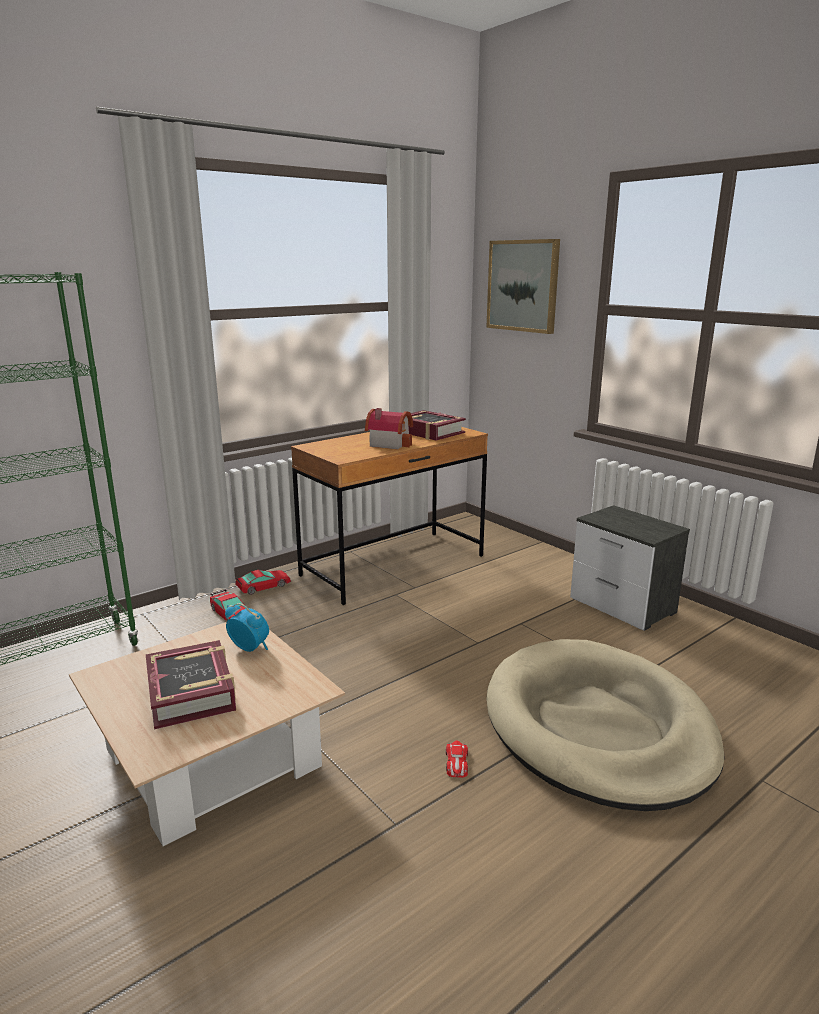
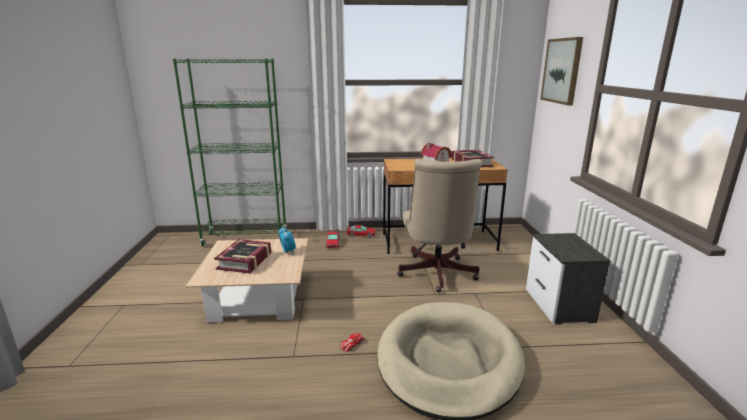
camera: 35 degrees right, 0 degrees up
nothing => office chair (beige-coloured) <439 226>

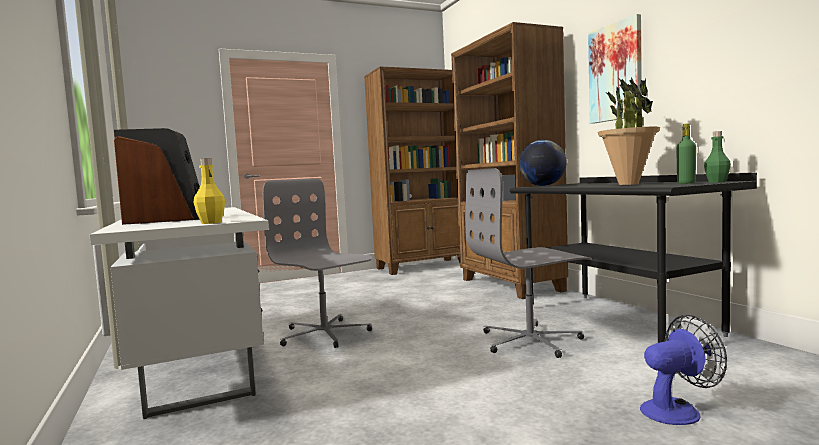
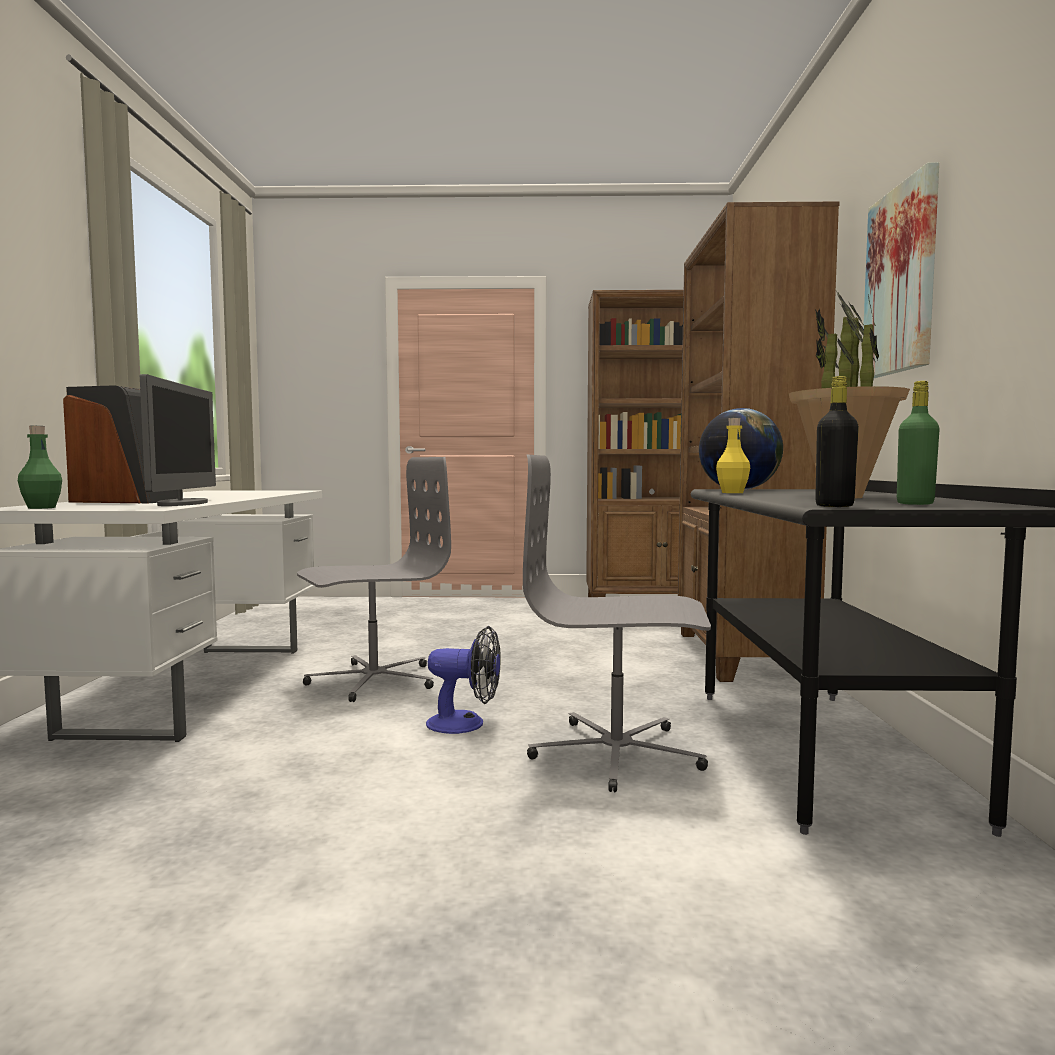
camera: 25 degrees right, 0 degrees up
beverage bottle (yellow) <209 191> => beverage bottle (yellow) <733 455>, moved
office chair (greyish) <317 263> => office chair (greyish) <374 579>, 75 degrees clockwise
cooling fan <683 370> => cooling fan <463 680>, moved
beverage bottle (greenish) <717 157> => beverage bottle (greenish) <40 467>, moved
nothing => computer display <178 440>
nothing => beverage bottle (black-coloured) <837 441>

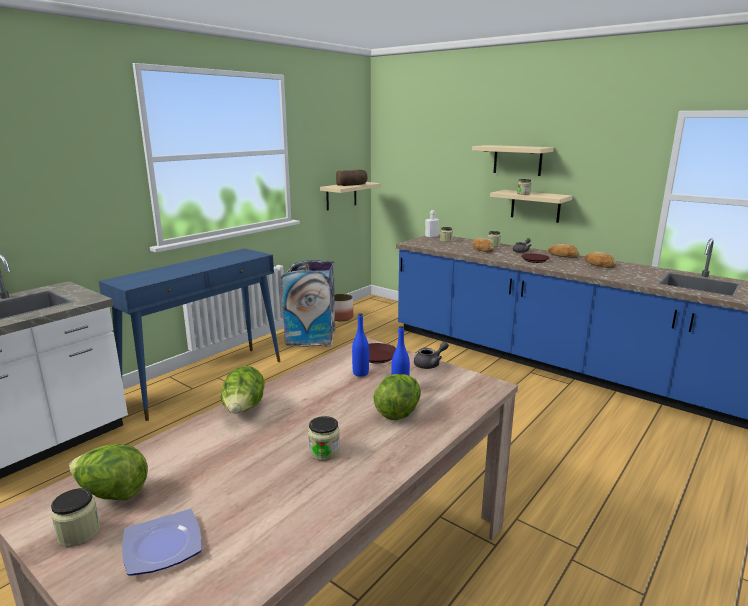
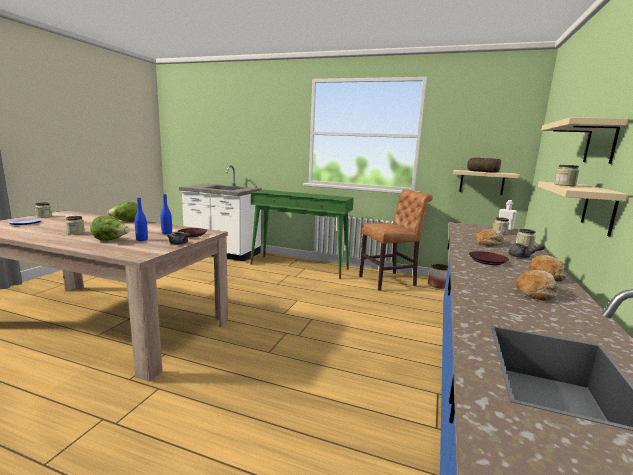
camera: 70 degrees right, 5 degrees down
lettuce head <108 472> => nothing
console table (blue) <189 334> => console table (greenish) <302 234>
waste bin <308 303> => chair (brownish) <396 240>

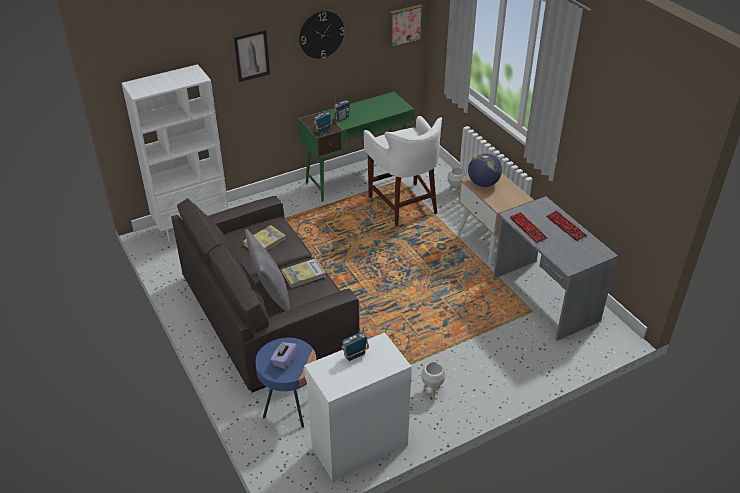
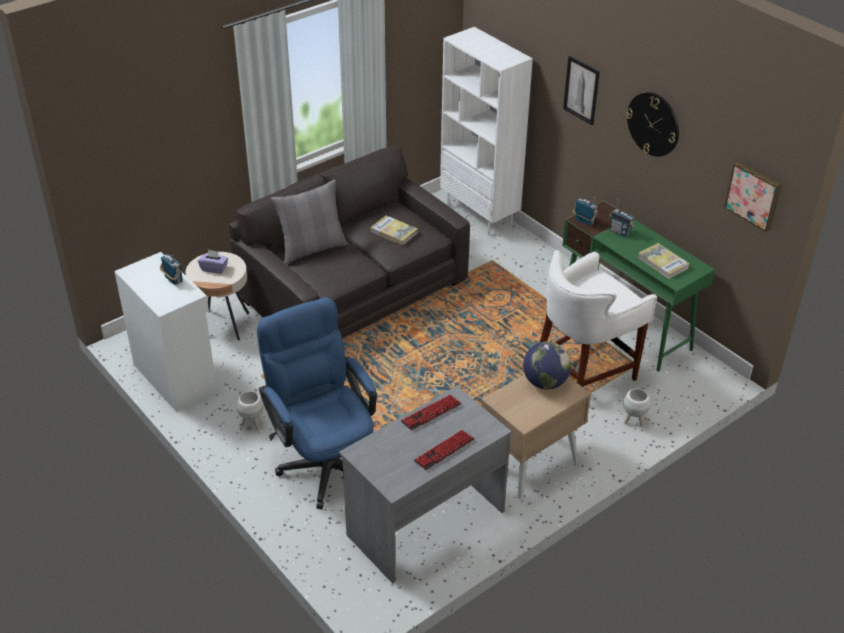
camera: 80 degrees right, 0 degrees up
end table (blue) <285 383> => end table (beige-coloured) <217 296>
bound book <304 273> => bound book <663 261>, moved
nothing => office chair (blue) <317 403>

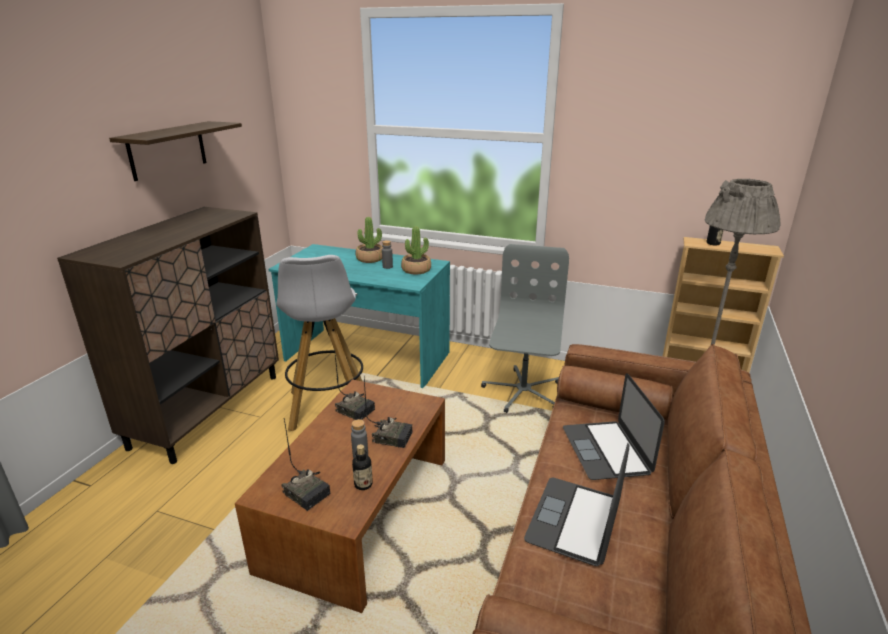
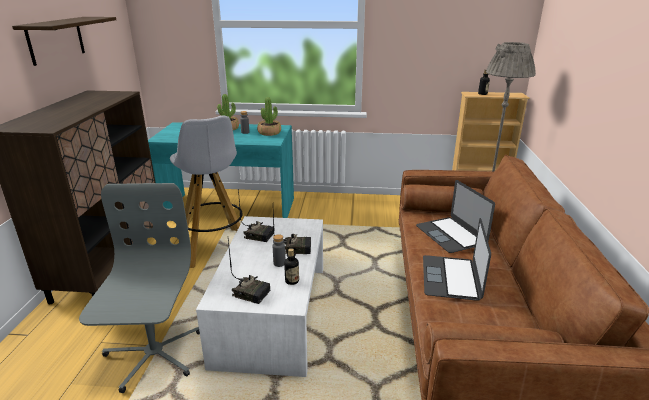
camera: 15 degrees left, 0 degrees up
low table (brownish) <340 496> => low table (white-coloured) <259 296>
office chair (greyish) <525 328> => office chair (greyish) <139 288>, moved

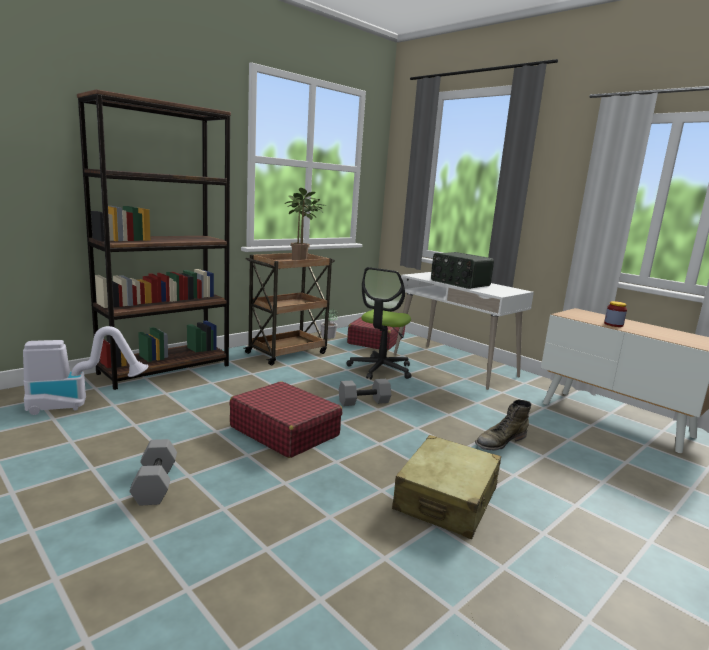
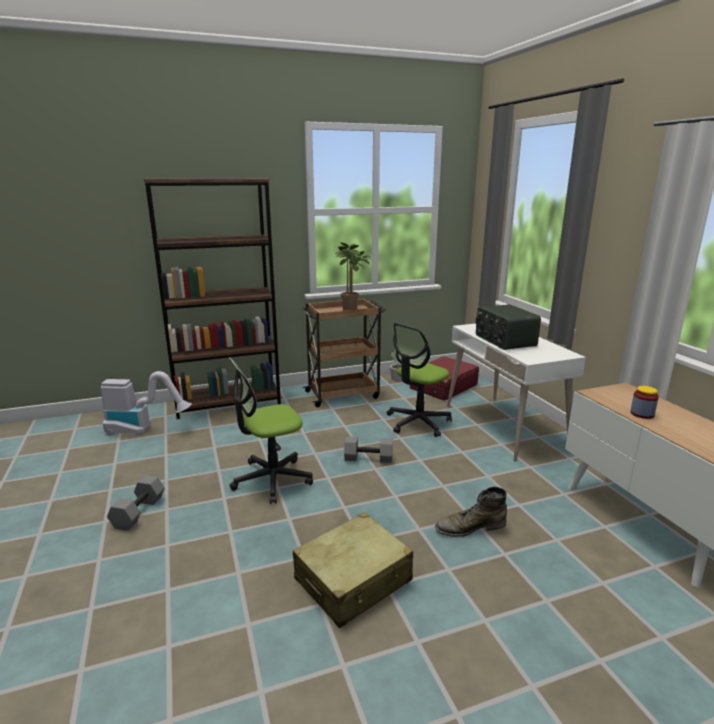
camera: 25 degrees right, 5 degrees up
piece of luggage (reddish) <285 419> => office chair <271 430>

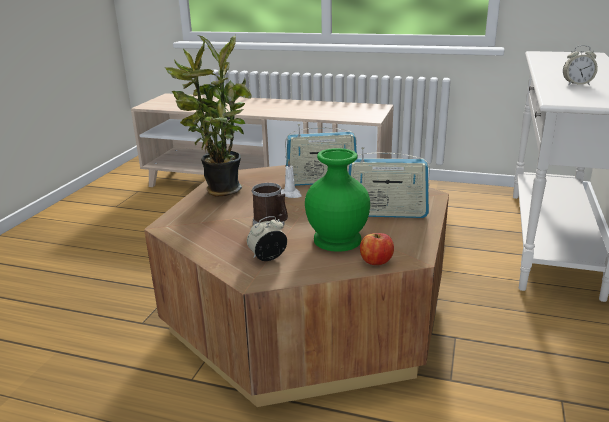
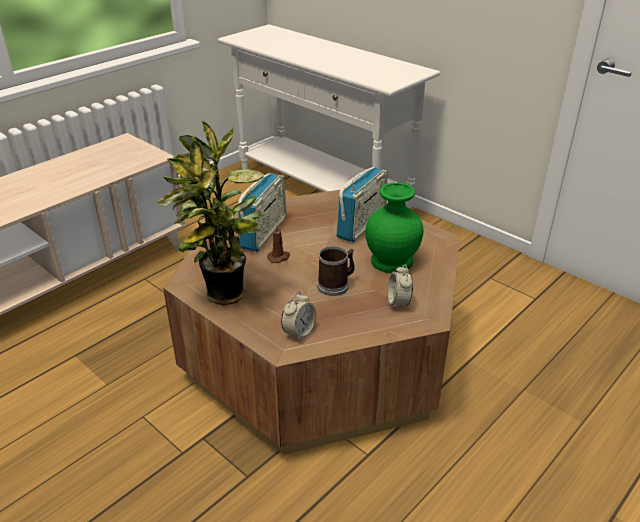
camera: 65 degrees left, 10 degrees up
candle (white-coloured) <291 179> => candle (brownish) <278 244>
whole apple <377 249> => nothing
table clock <580 65> => table clock <298 316>, moved

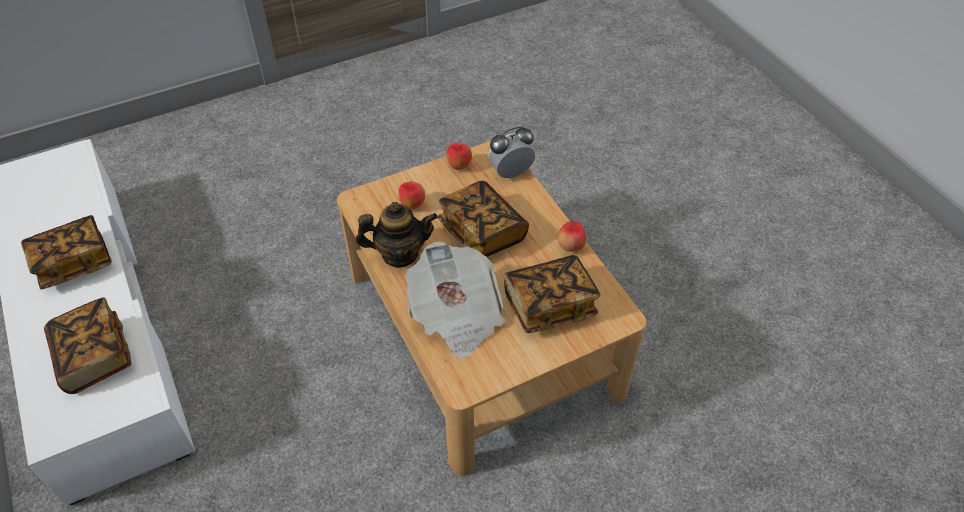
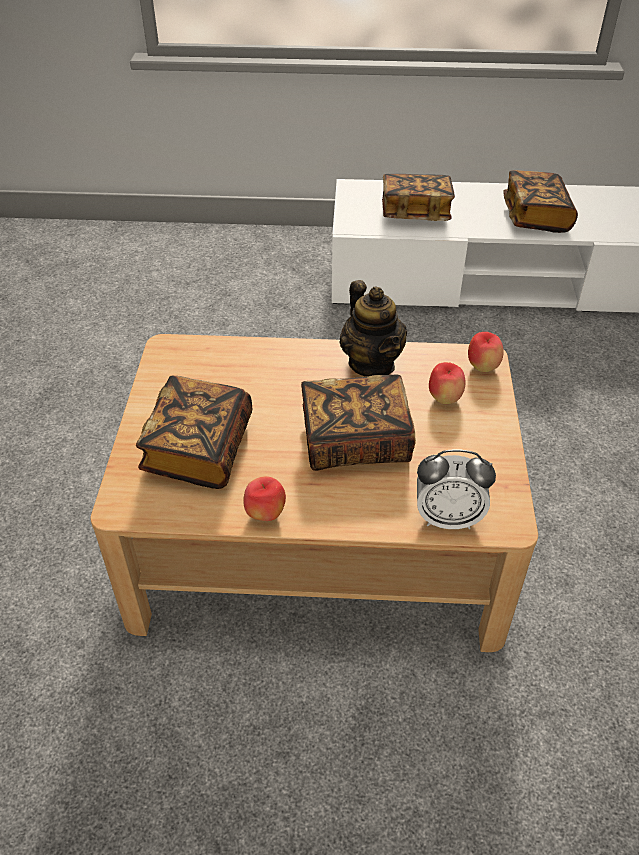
camera: 120 degrees right, 5 degrees down
teapot <397 235> => teapot <373 328>, 45 degrees counterclockwise
printed paper <455 299> => nothing
whole apple <459 156> => whole apple <486 352>, moved
table clock <511 152> => table clock <456 489>, 90 degrees clockwise

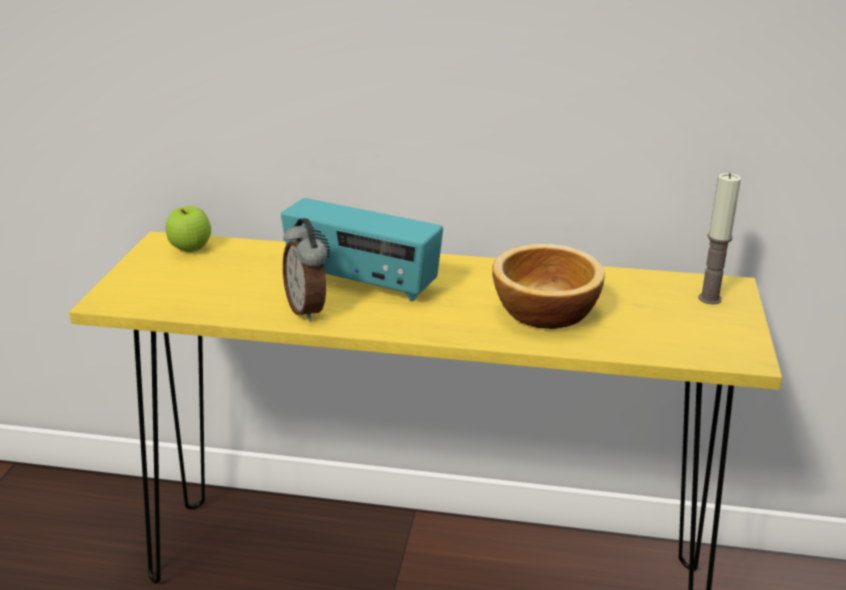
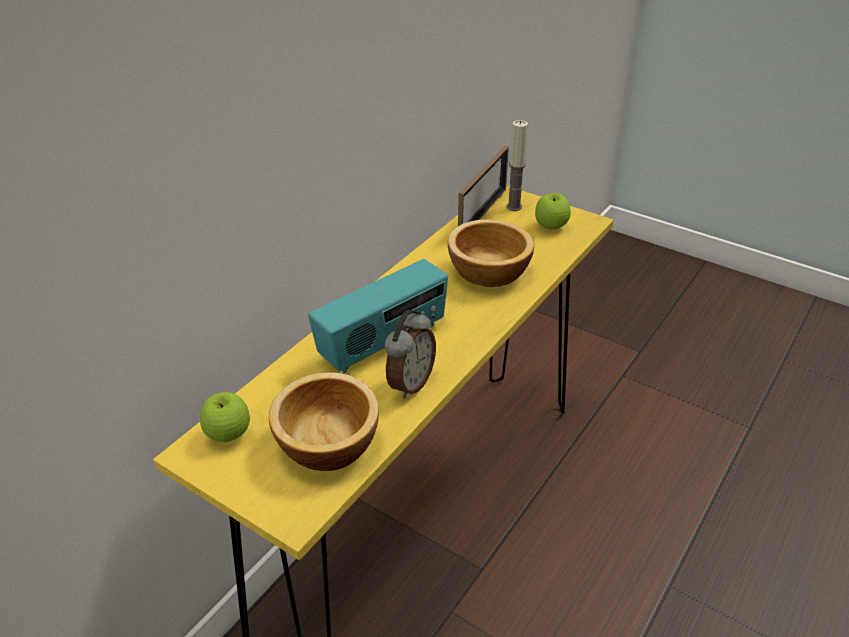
camera: 65 degrees left, 10 degrees up
table clock <305 270> => table clock <410 354>, 60 degrees counterclockwise
nothing => deep dish <324 421>
nothing => standing frame <483 186>
nothing => whole apple <553 211>

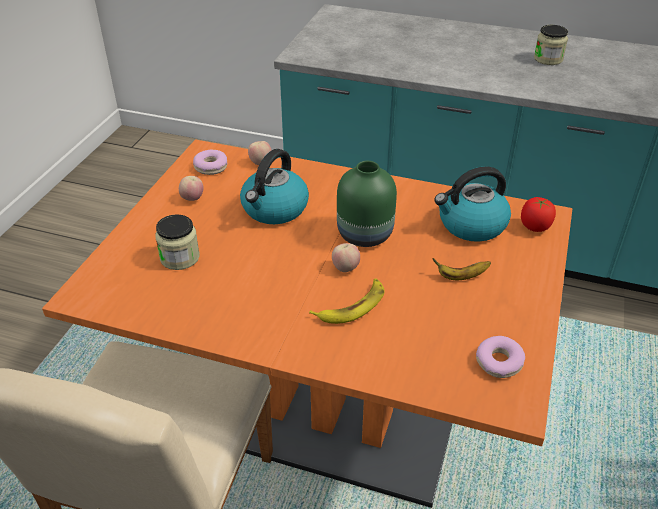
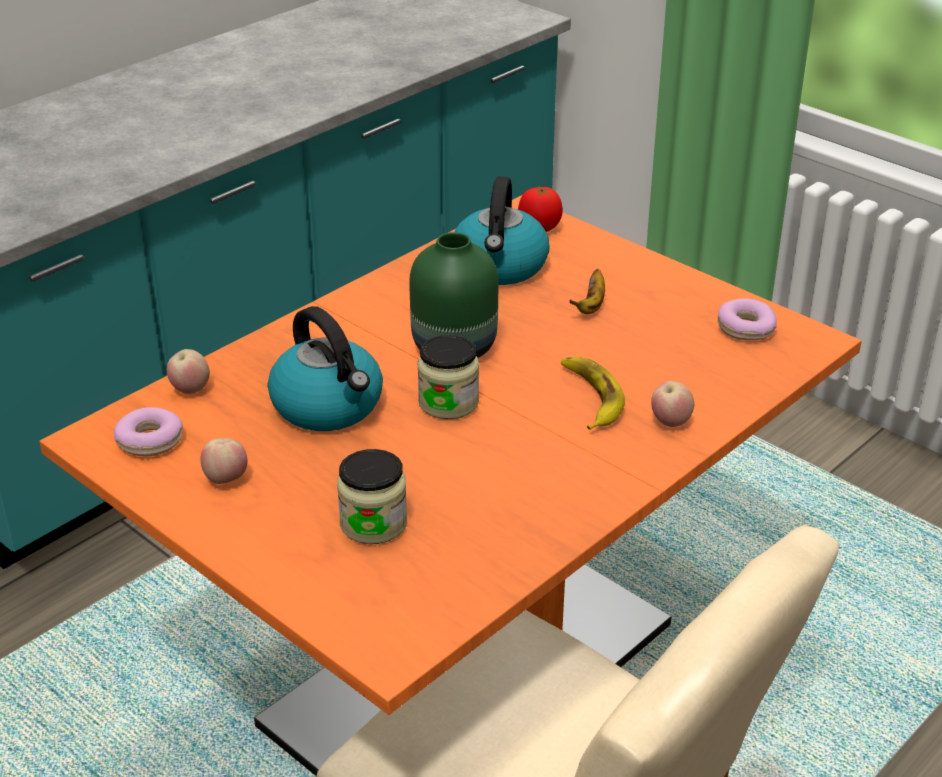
camera: 65 degrees left, 5 degrees down
whole apple <346 257> => whole apple <672 404>, moved
preserve jar <551 45> => preserve jar <448 377>, moved

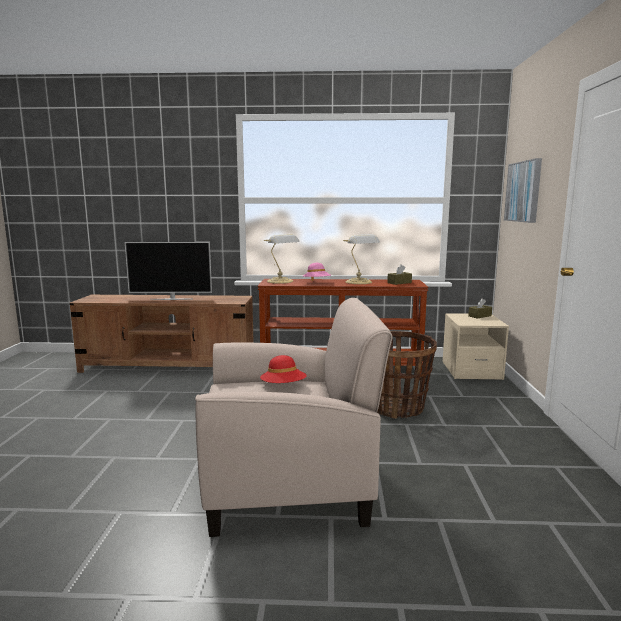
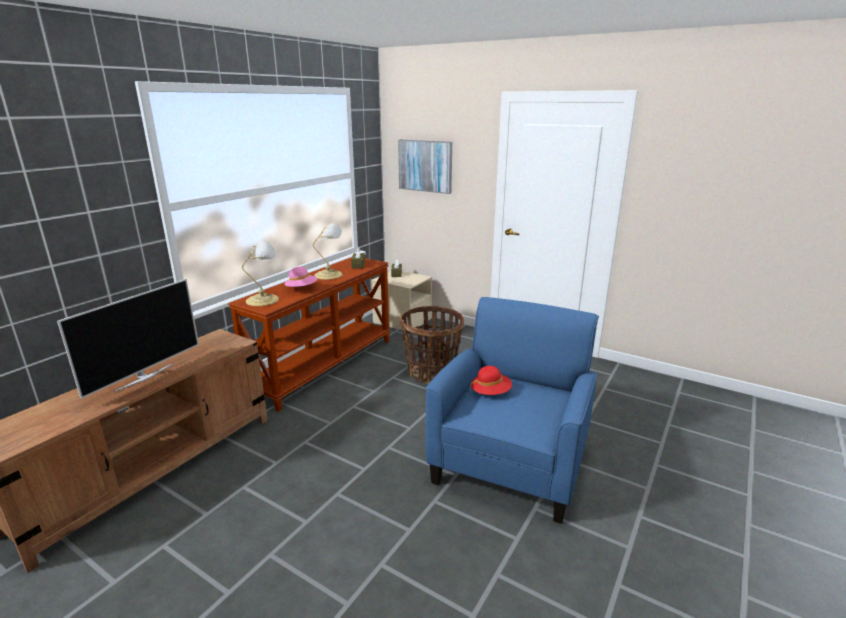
camera: 60 degrees left, 10 degrees up
lounge chair (beige-coloured) <293 417> => lounge chair (blue) <512 410>

